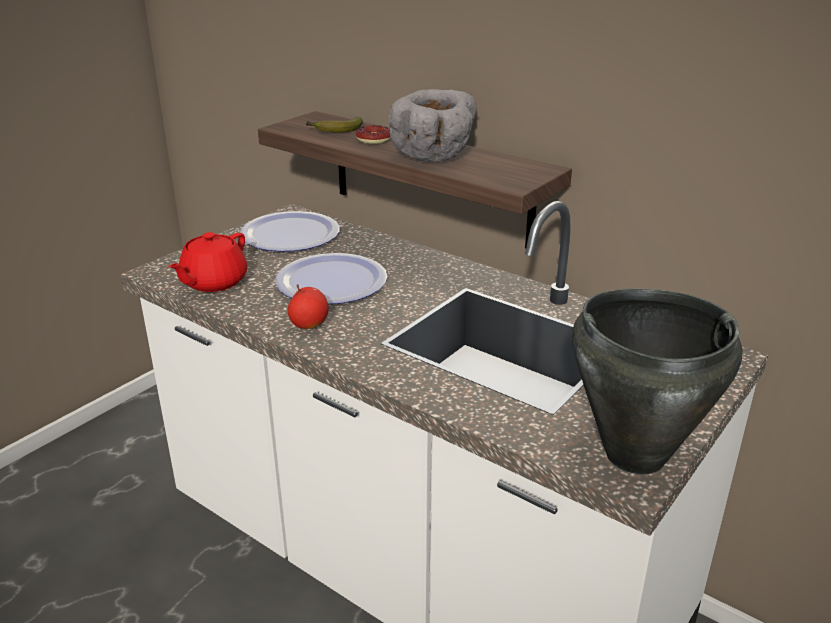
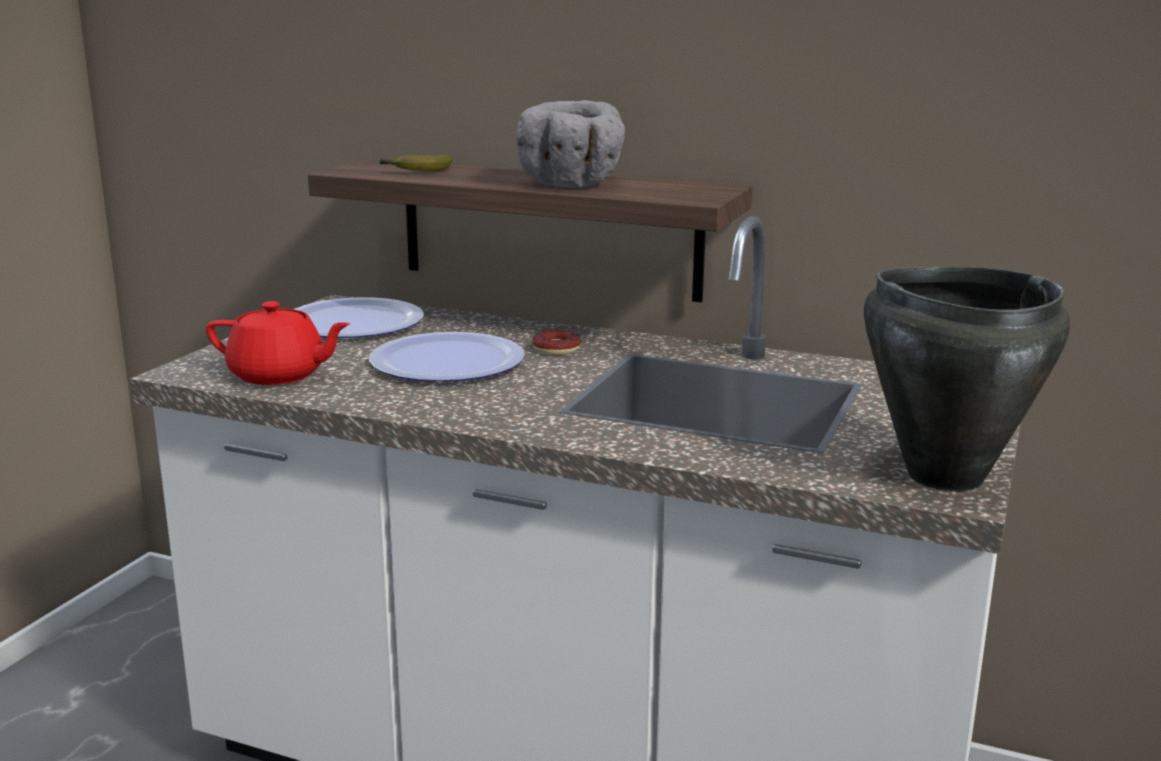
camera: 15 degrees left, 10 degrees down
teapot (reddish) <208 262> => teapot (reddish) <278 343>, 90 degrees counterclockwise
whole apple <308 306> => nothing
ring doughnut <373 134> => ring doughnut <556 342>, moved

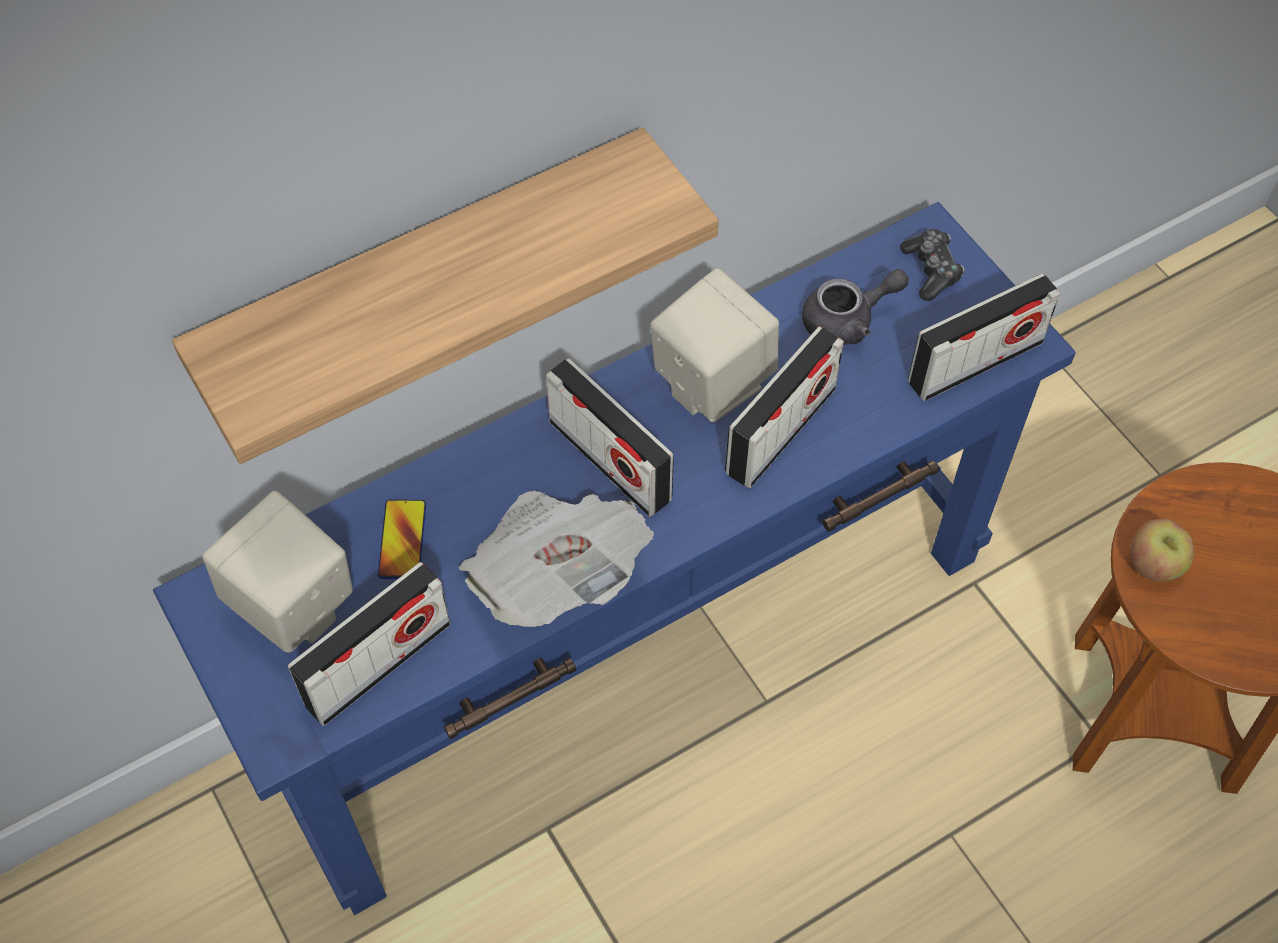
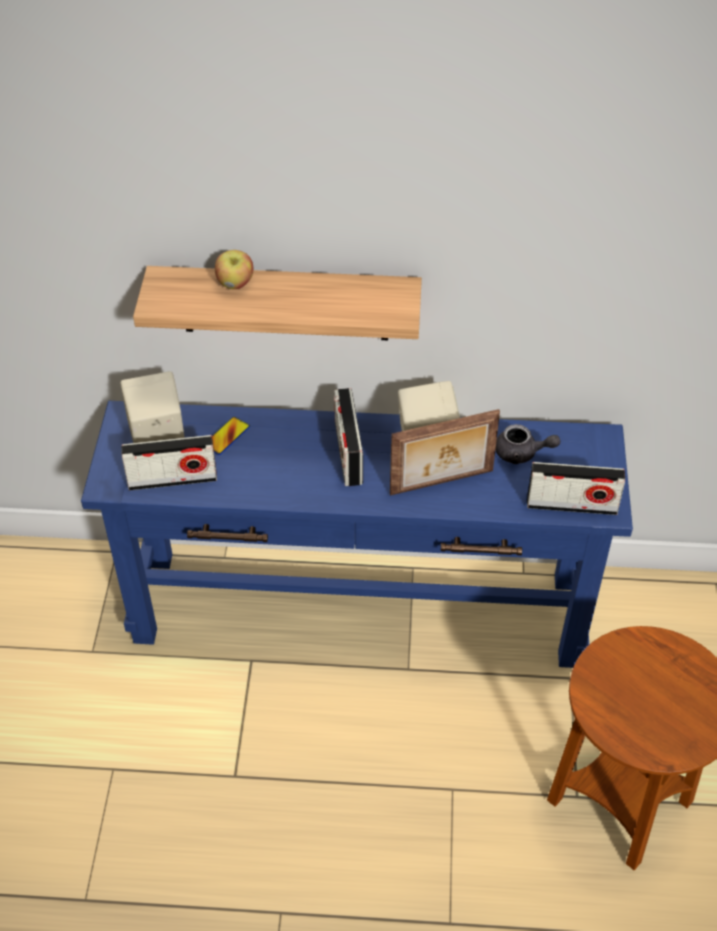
camera: 35 degrees right, 10 degrees down
printed paper <556 558> => nothing
radio <784 407> => standing frame <445 452>
gamepad <932 265> => nothing
whole apple <1162 550> => whole apple <234 269>, moved

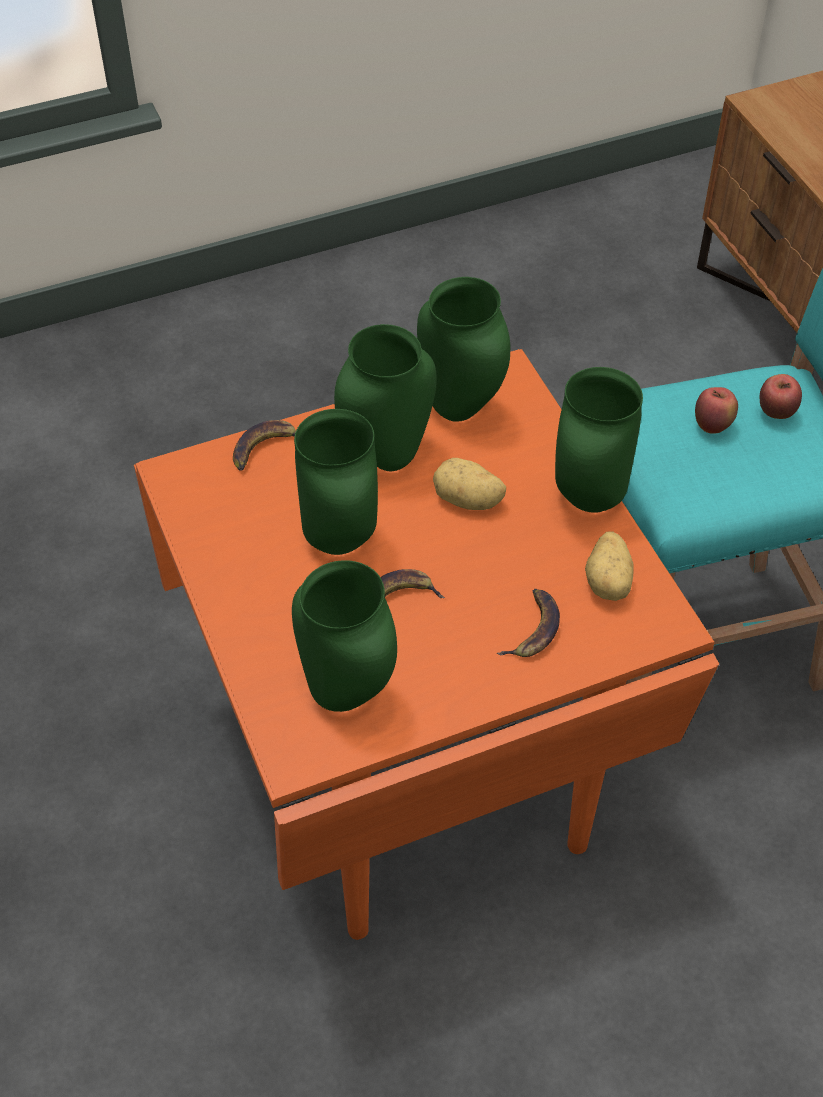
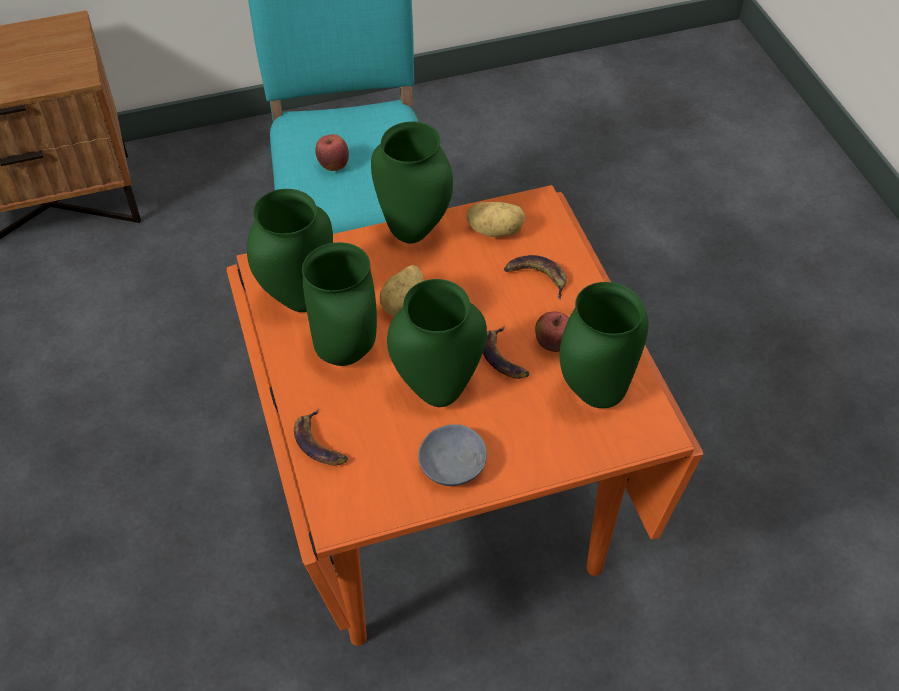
camera: 85 degrees left, 0 degrees up
whole apple <781 396> => whole apple <552 332>, moved
nothing => deep dish (greyish) <452 455>

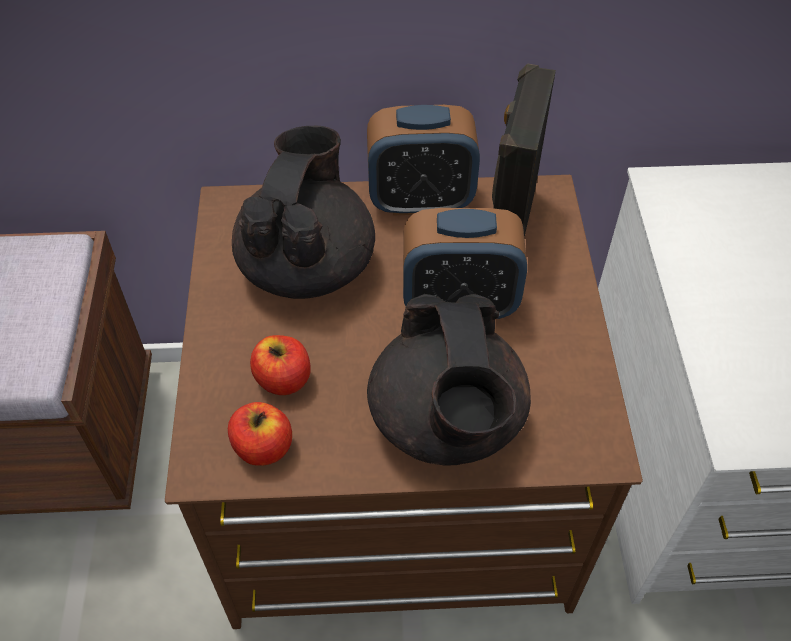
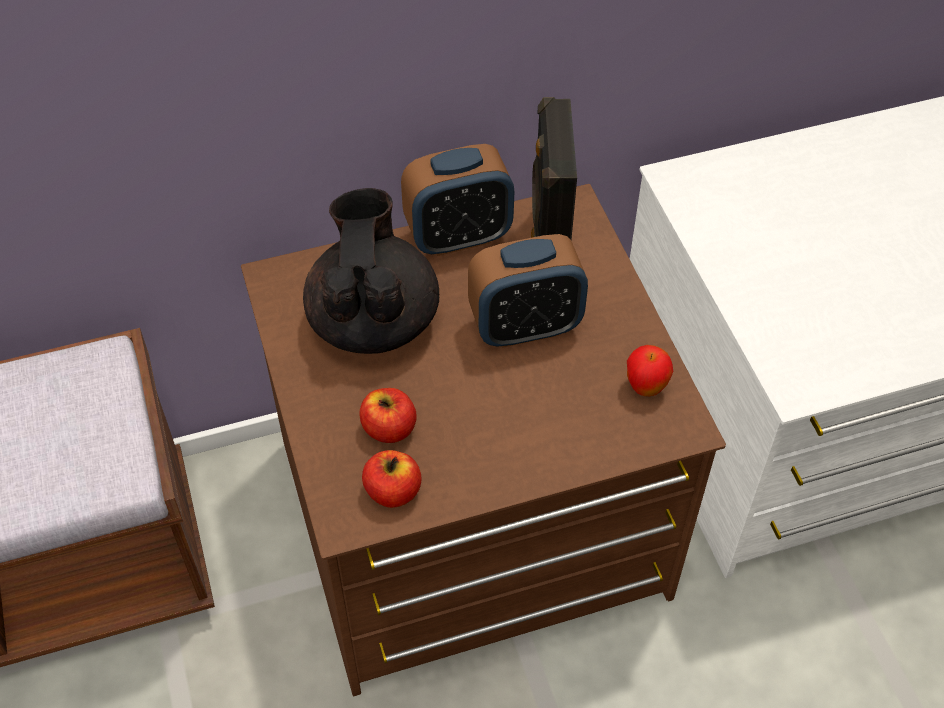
camera: 15 degrees left, 0 degrees up
teapot (black-coloured) <449 379> => nothing
nothing => whole apple <650 370>

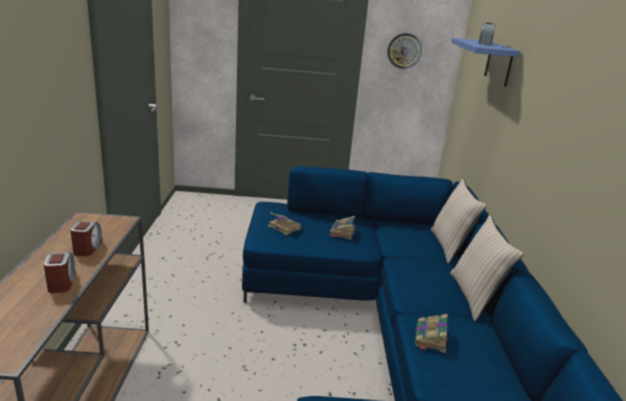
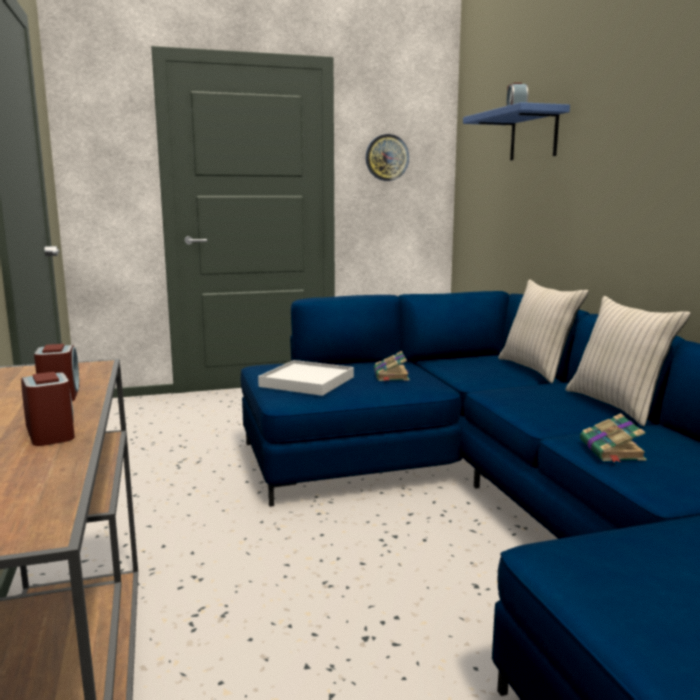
camera: 15 degrees left, 10 degrees down
bound book <285 223> => carrying tray (white-coloured) <306 378>

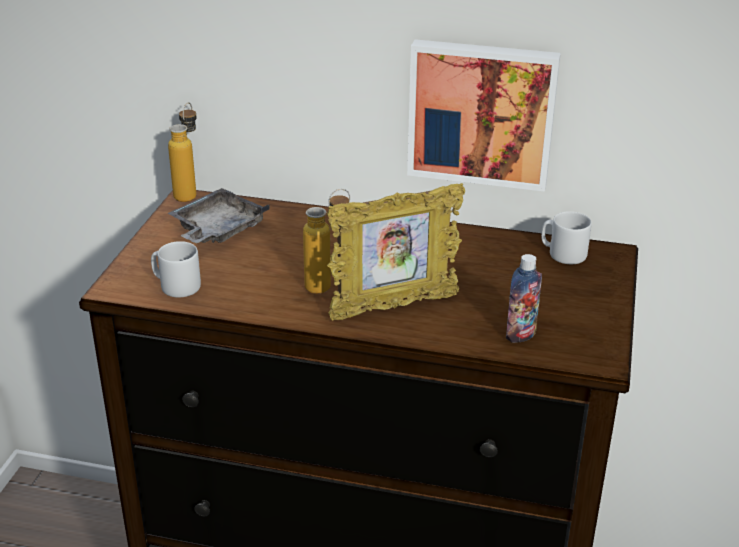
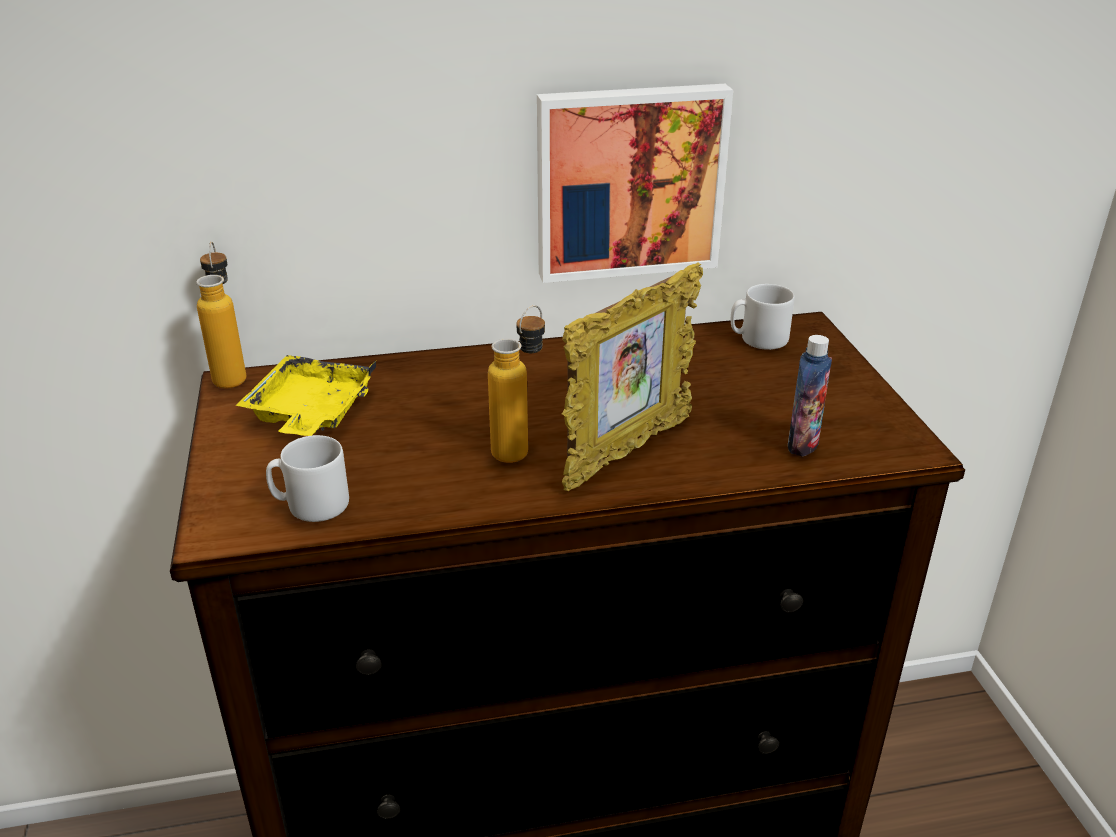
camera: 25 degrees left, 0 degrees up
carrying tray (greyish) <219 215> => carrying tray (yellow) <306 395>

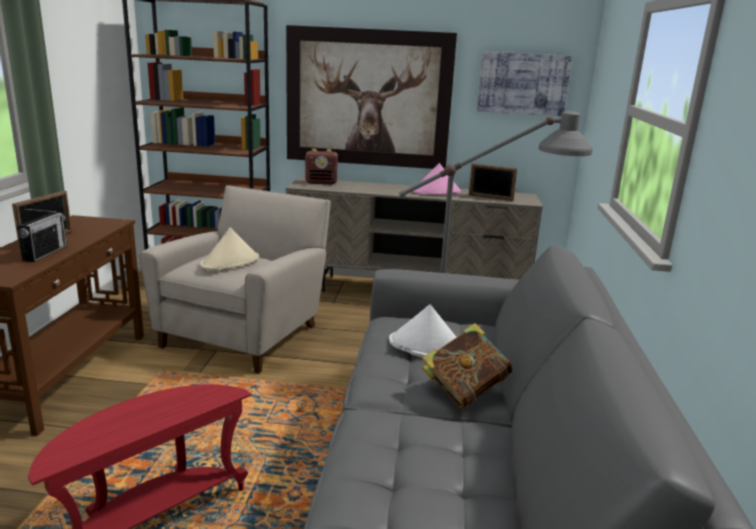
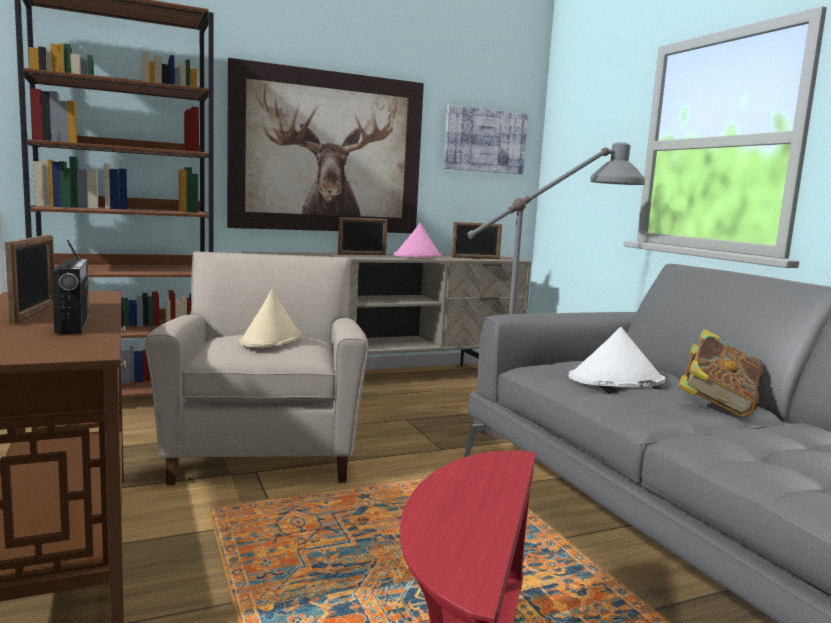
camera: 30 degrees left, 10 degrees down
radio <321 166> => nothing
nothing => standing frame <363 236>

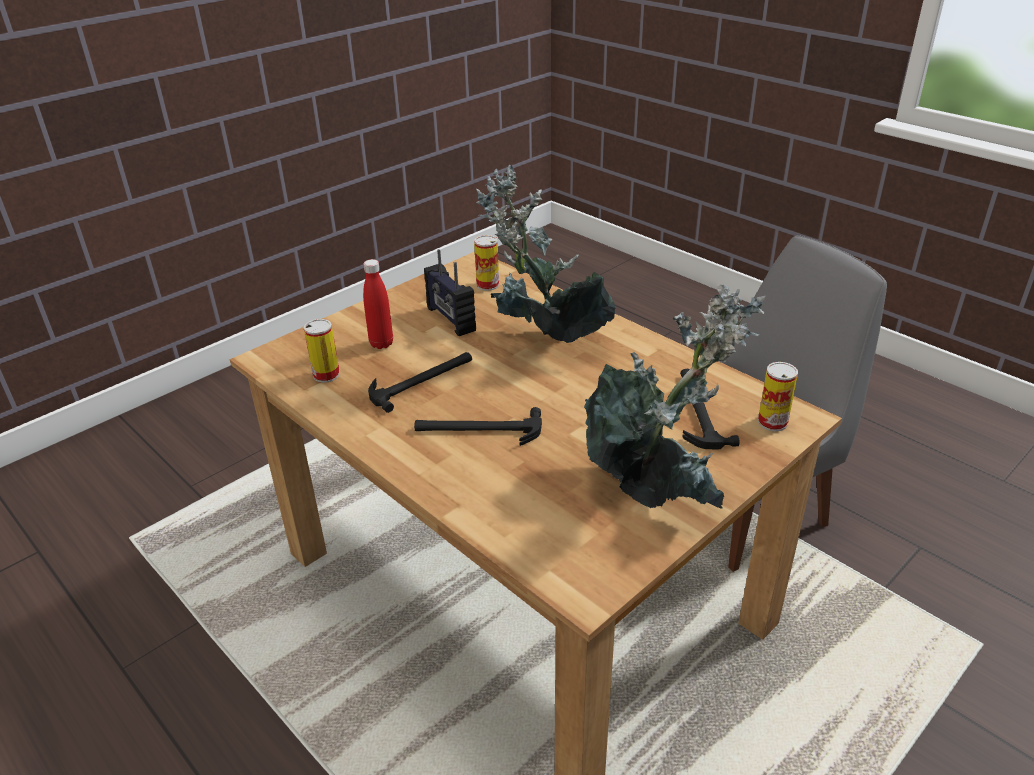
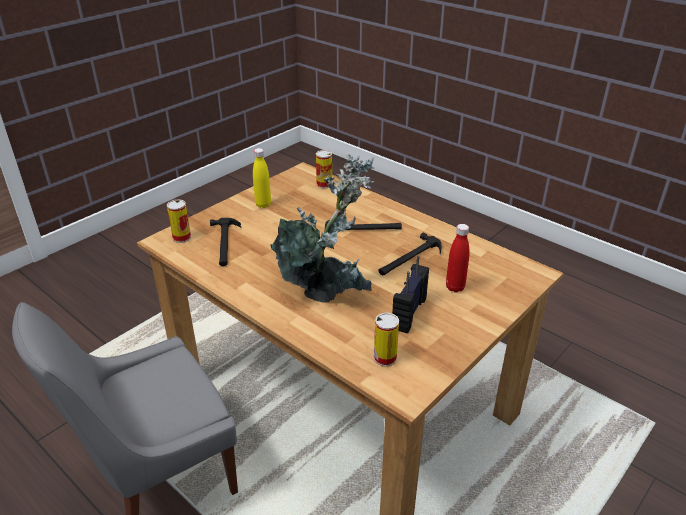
camera: 175 degrees right, 0 degrees up
can <322 351> => can <324 169>, moved
radio <450 292> => radio <410 294>, 120 degrees counterclockwise
houseplant <675 396> => beverage bottle (yellow) <262 178>

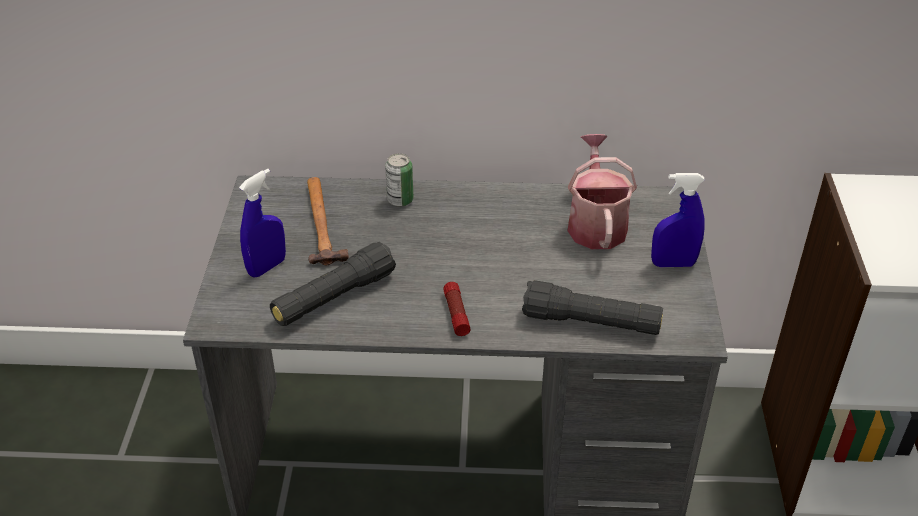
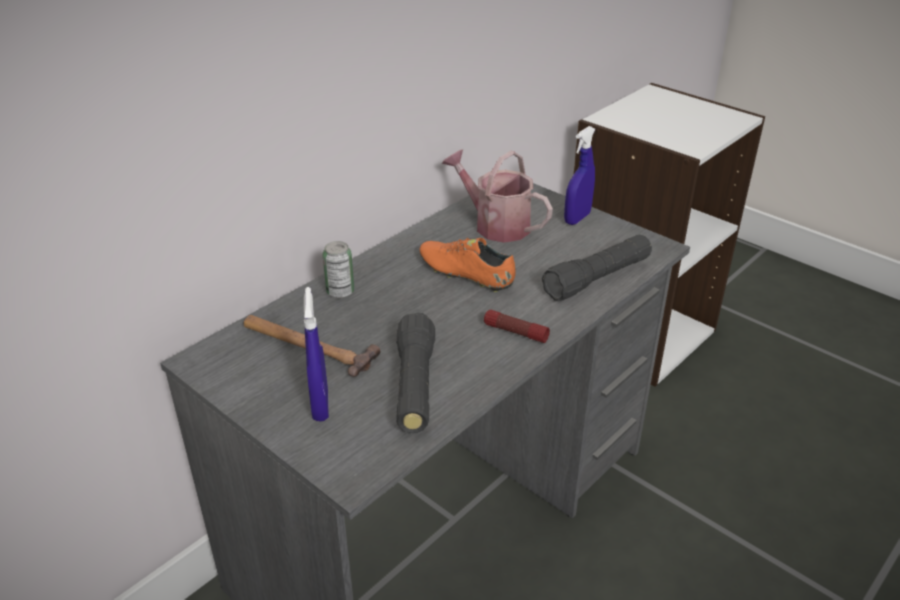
camera: 50 degrees left, 5 degrees down
nothing => item of footwear (orange) <467 265>

